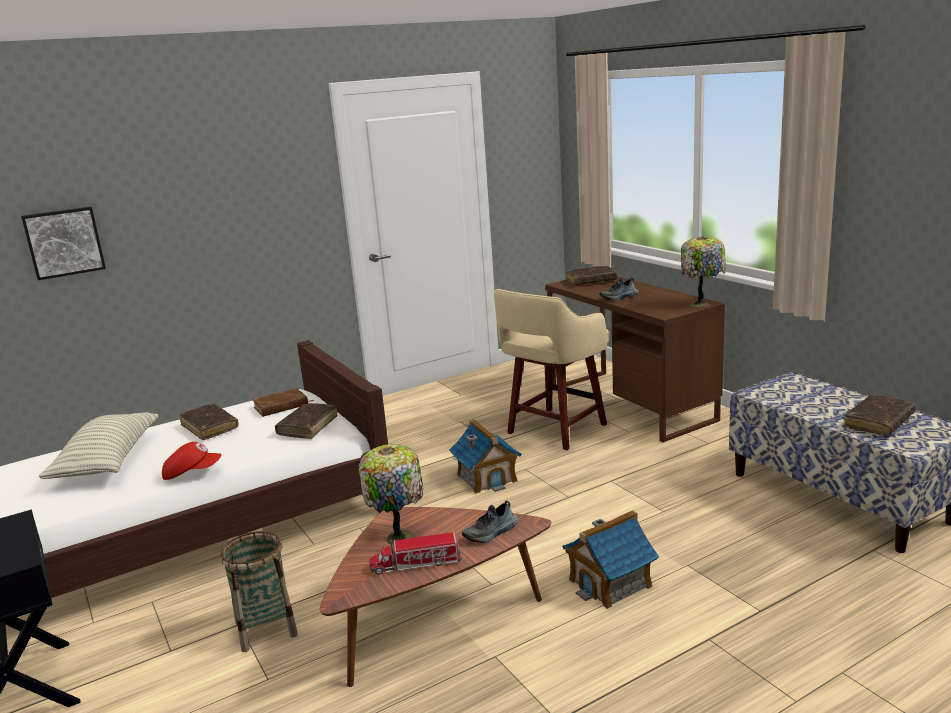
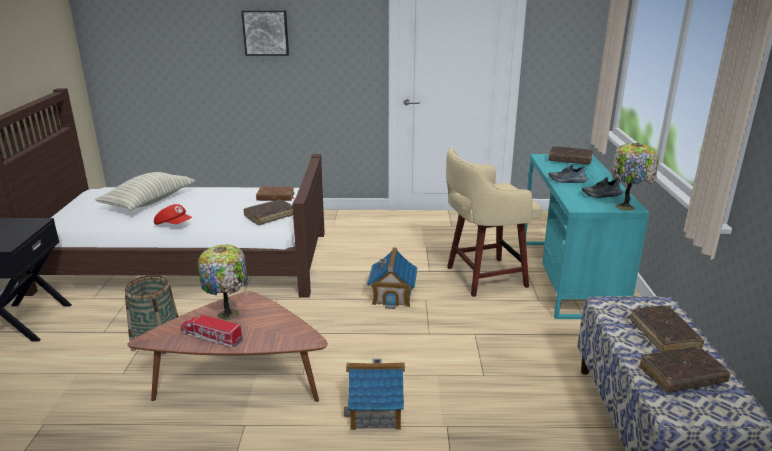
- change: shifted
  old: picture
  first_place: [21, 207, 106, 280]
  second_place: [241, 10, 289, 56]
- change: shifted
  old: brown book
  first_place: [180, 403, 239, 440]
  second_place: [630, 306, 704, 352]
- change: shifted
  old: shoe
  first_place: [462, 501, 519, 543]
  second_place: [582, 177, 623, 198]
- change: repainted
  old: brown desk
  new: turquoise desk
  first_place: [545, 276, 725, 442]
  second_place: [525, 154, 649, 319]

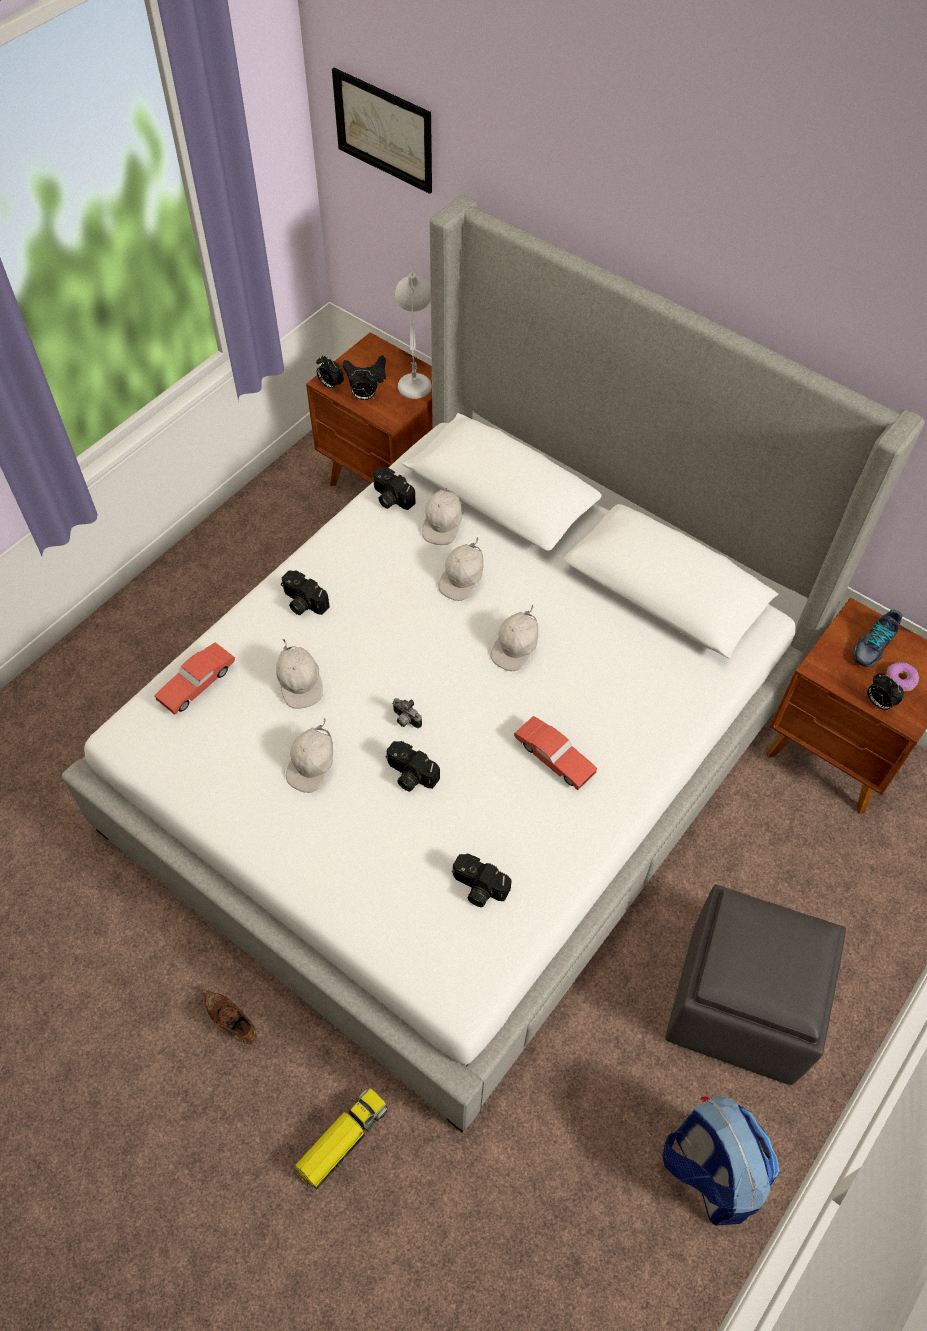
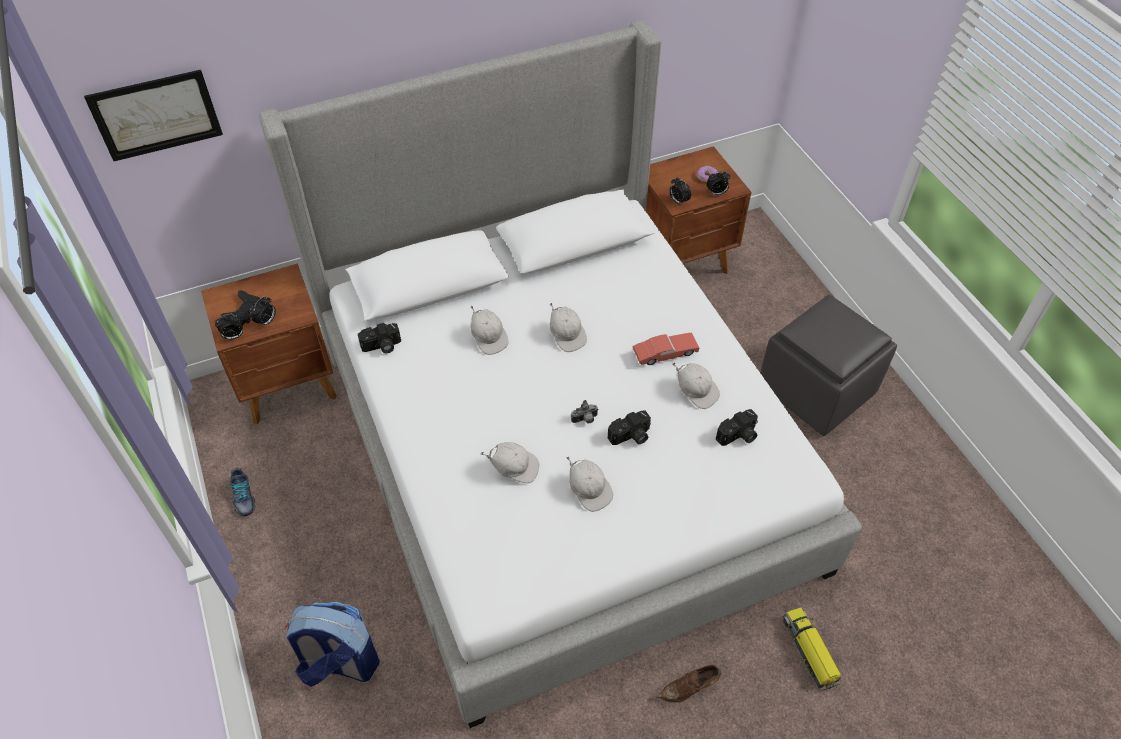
- change: gone
  old: red toy car
  first_place: [154, 642, 235, 715]
- change: gone
  old: photo camera
  first_place: [281, 570, 329, 615]
- change: gone
  old: white table lamp
  first_place: [395, 272, 432, 399]
- change: shifted
  old: white cap
  first_place: [422, 488, 463, 545]
  second_place: [673, 363, 720, 409]
- change: shifted
  old: backpack
  first_place: [662, 1096, 780, 1226]
  second_place: [284, 601, 380, 687]
- change: shifted
  old: shoe
  first_place: [853, 610, 902, 667]
  second_place: [230, 468, 256, 516]
- change: new
  new: alarm clock
  second_place: [669, 177, 691, 206]

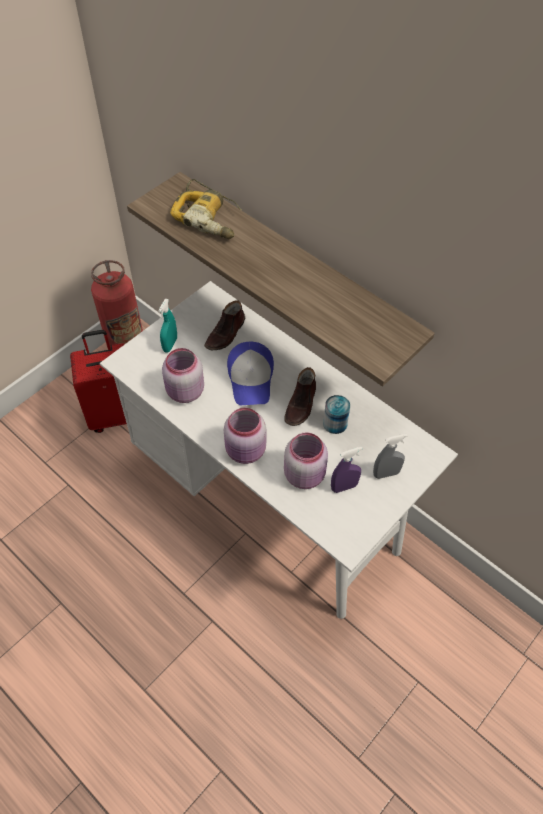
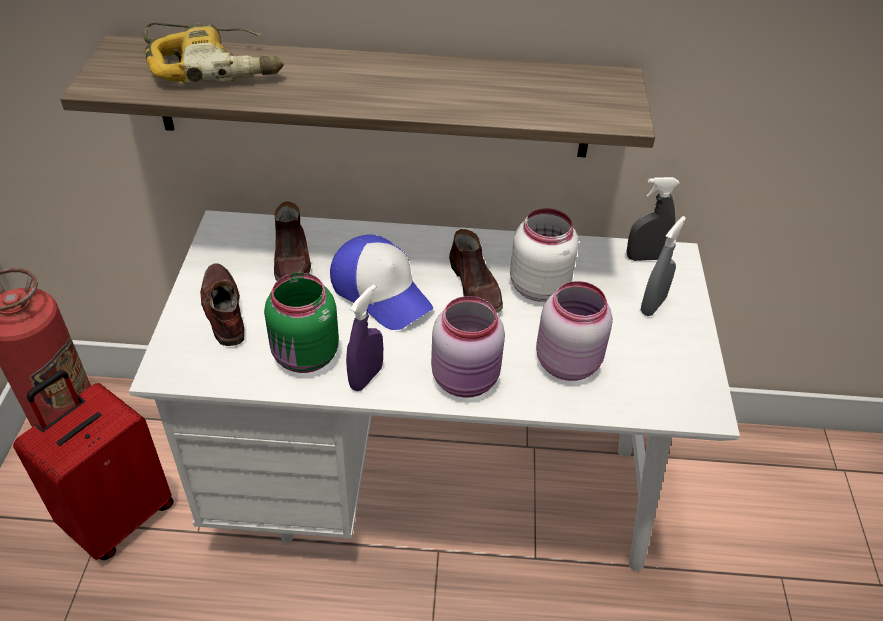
- change: swapped
  old: turquoise spray bottle
  new: brown shoe
  first_place: [158, 299, 177, 353]
  second_place: [200, 263, 244, 346]
- change: repainted
  old: pink jar
  new: green jar
  first_place: [162, 348, 204, 403]
  second_place: [264, 273, 339, 373]
- change: swapped
  old: can
  new: white jar
  first_place: [323, 395, 350, 434]
  second_place: [510, 208, 579, 302]
- change: shifted
  old: purple spray bottle
  first_place: [331, 447, 362, 493]
  second_place: [346, 284, 383, 391]
- change: new
  new: grey spray bottle
  second_place: [627, 177, 680, 261]

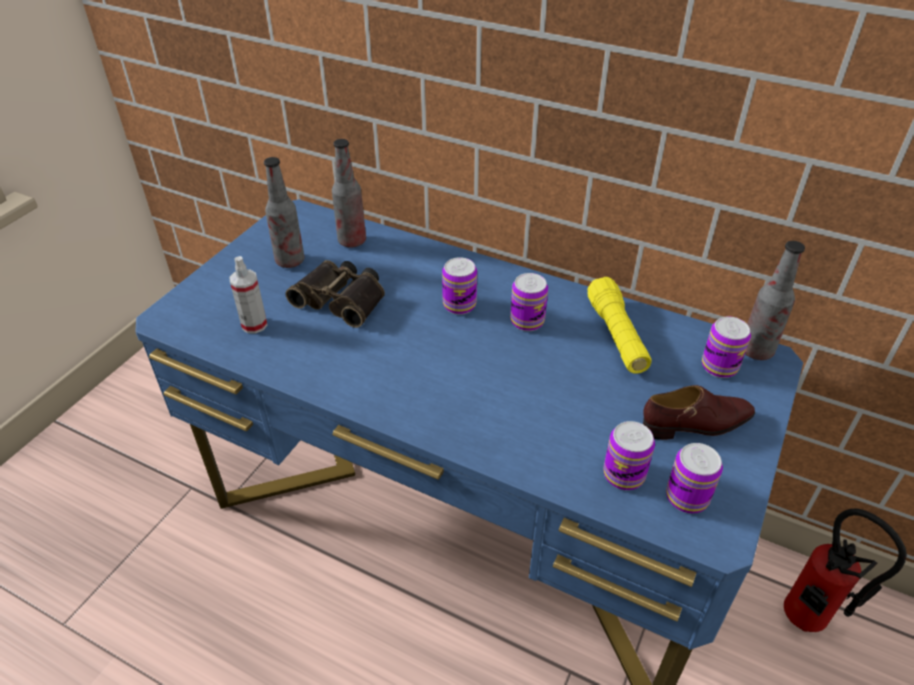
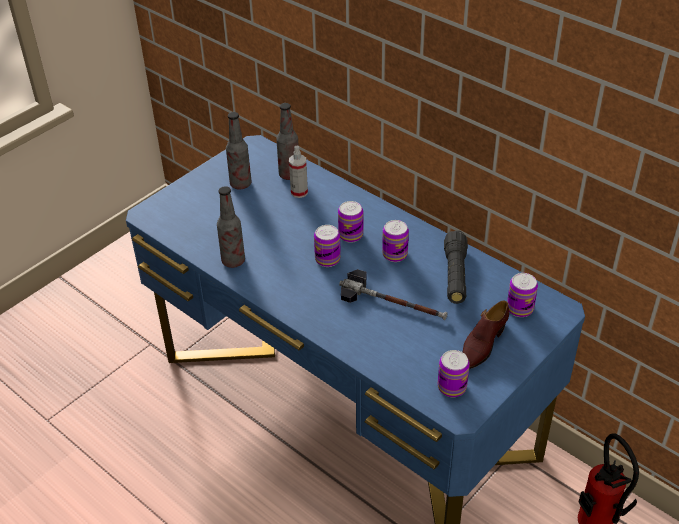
- change: shifted
  old: spray bottle
  first_place: [229, 256, 267, 333]
  second_place: [289, 146, 308, 198]
- change: gone
  old: binoculars
  first_place: [285, 260, 385, 328]
- change: repainted
  old: yellow flashlight
  new: black flashlight
  first_place: [587, 277, 651, 374]
  second_place: [444, 231, 468, 304]
- change: shifted
  old: can
  first_place: [603, 421, 655, 490]
  second_place: [314, 225, 341, 267]
- change: rotated
  old: brown shoe
  first_place: [643, 385, 755, 440]
  second_place: [463, 301, 509, 369]
  degrees: 120
- change: shifted
  old: bottle
  first_place: [745, 241, 805, 360]
  second_place: [217, 186, 245, 268]
- change: new
  new: hammer
  second_place: [339, 269, 448, 320]

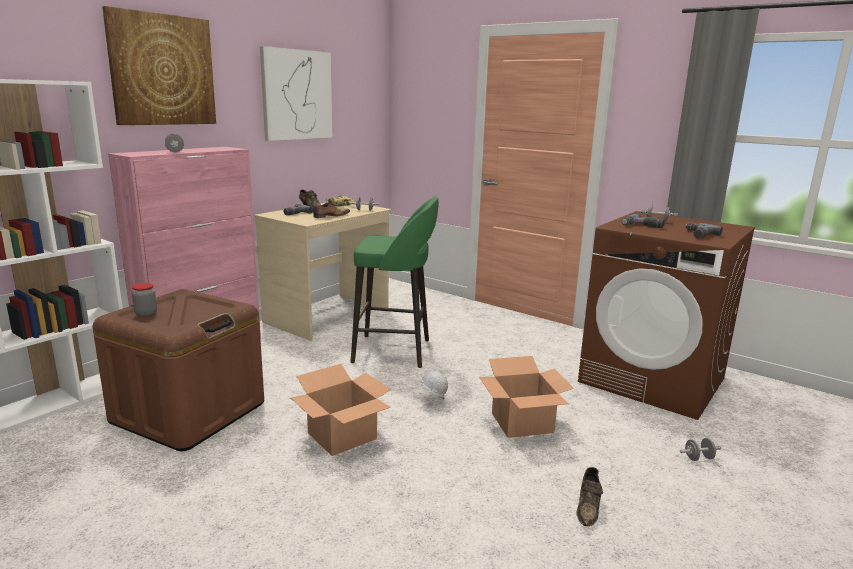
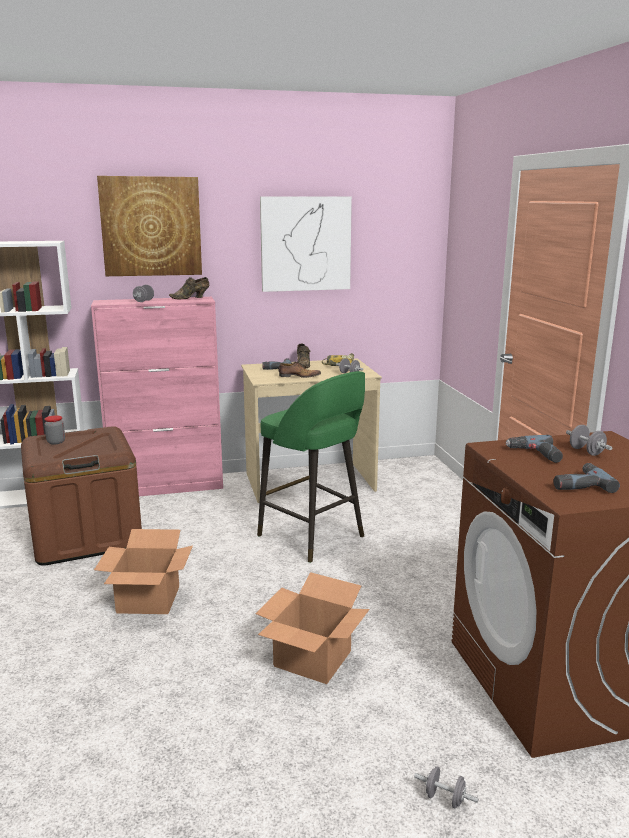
- change: gone
  old: white hard hat
  first_place: [419, 371, 448, 400]
- change: shifted
  old: brown shoe
  first_place: [577, 467, 603, 526]
  second_place: [169, 277, 210, 299]

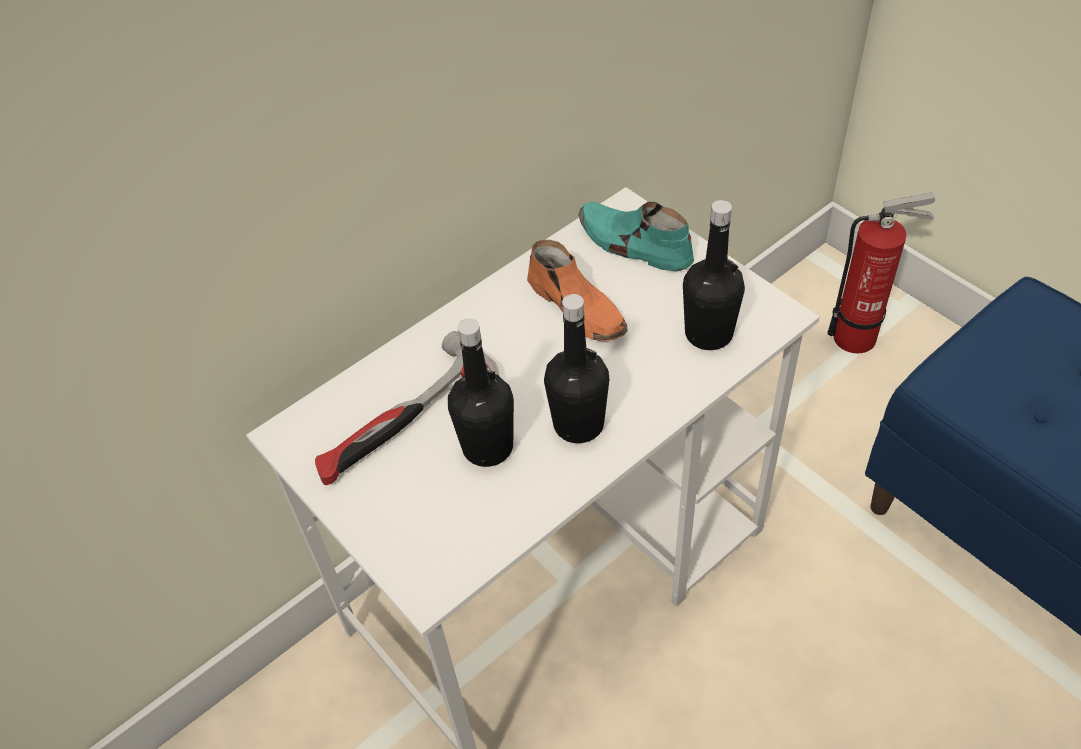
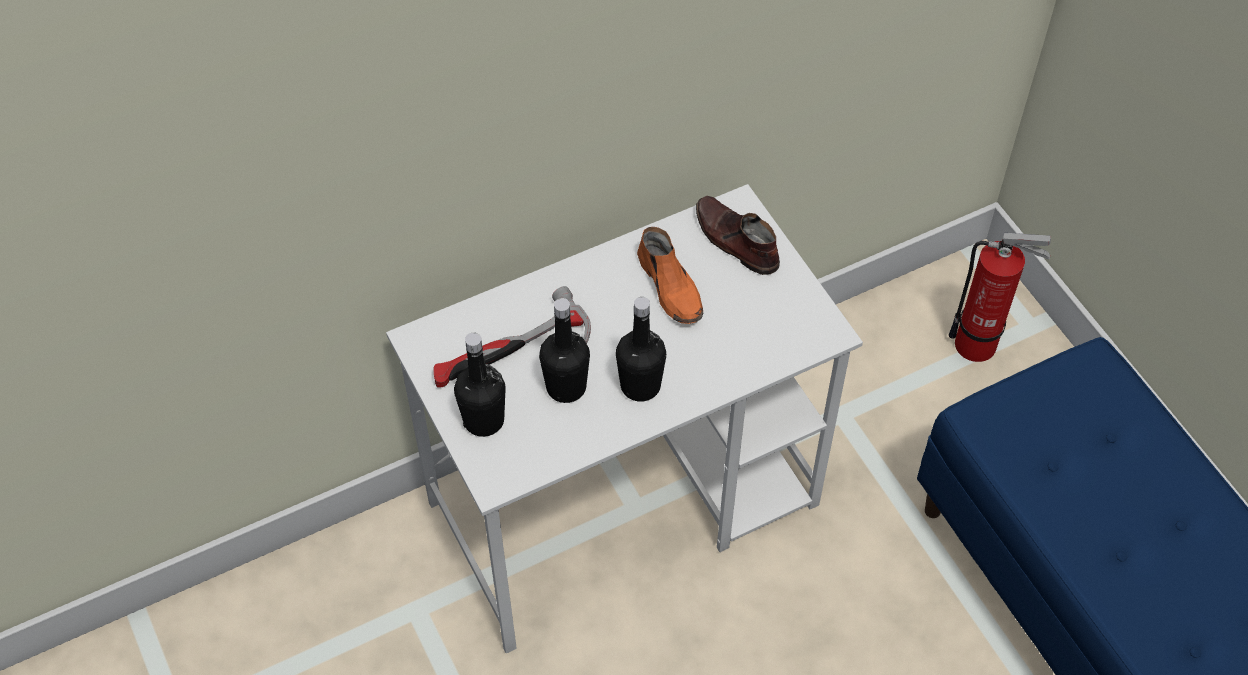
- change: repainted
  old: turquoise shoe
  new: brown shoe
  first_place: [578, 202, 694, 271]
  second_place: [696, 196, 780, 275]
- change: shifted
  old: black bottle
  first_place: [683, 200, 745, 350]
  second_place: [454, 332, 506, 437]

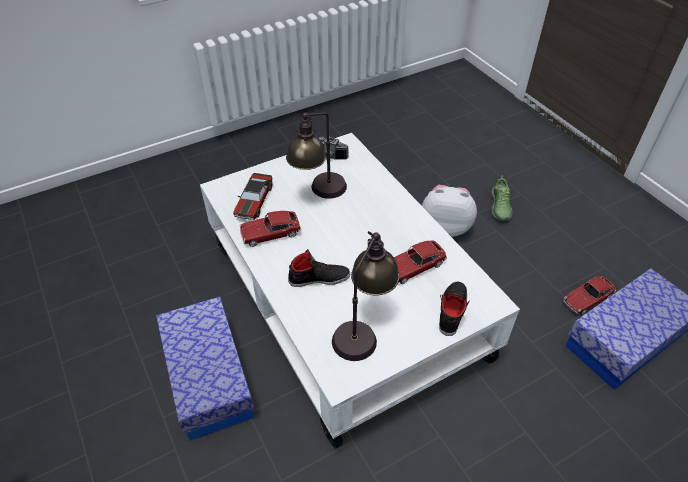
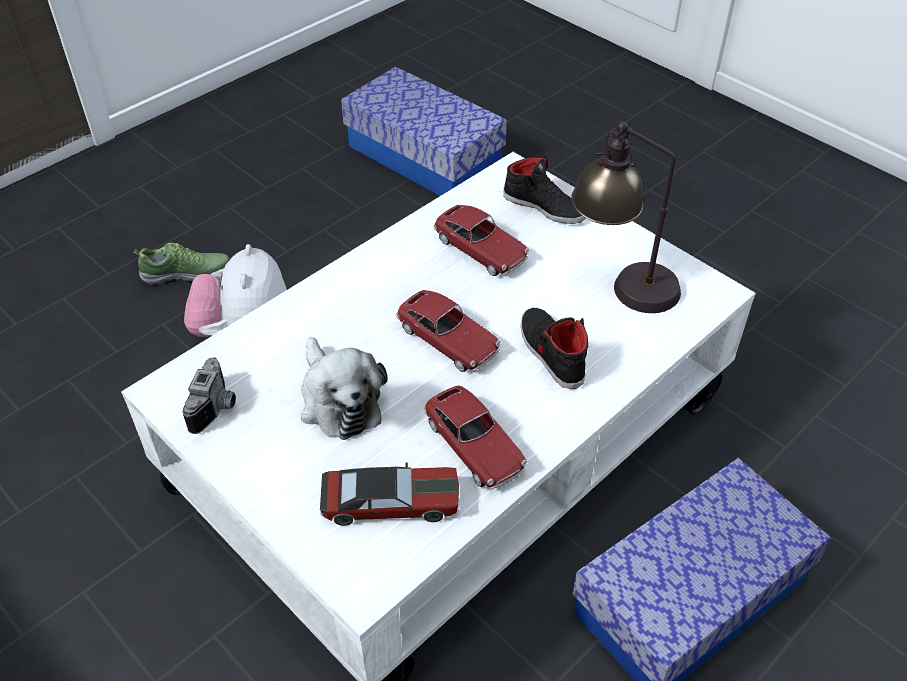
- change: swapped
  old: table lamp
  new: plush toy
  first_place: [286, 112, 347, 199]
  second_place: [301, 337, 387, 440]
- change: rotated
  old: black shoe
  first_place: [439, 282, 470, 336]
  second_place: [503, 156, 586, 224]
  degrees: -150
- change: shifted
  old: toy car
  first_place: [564, 276, 616, 315]
  second_place: [396, 290, 501, 372]

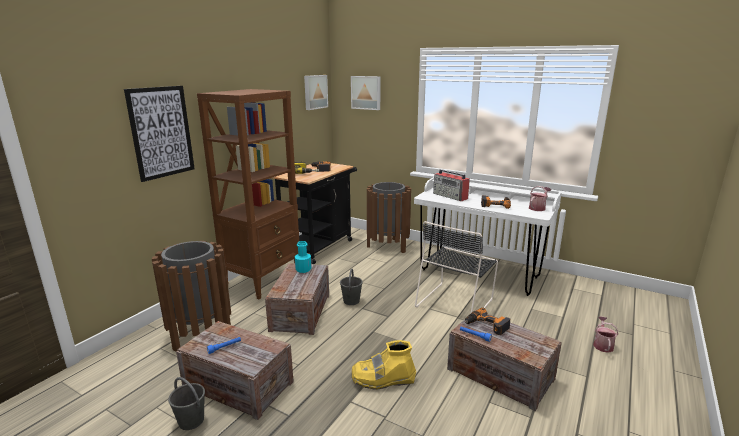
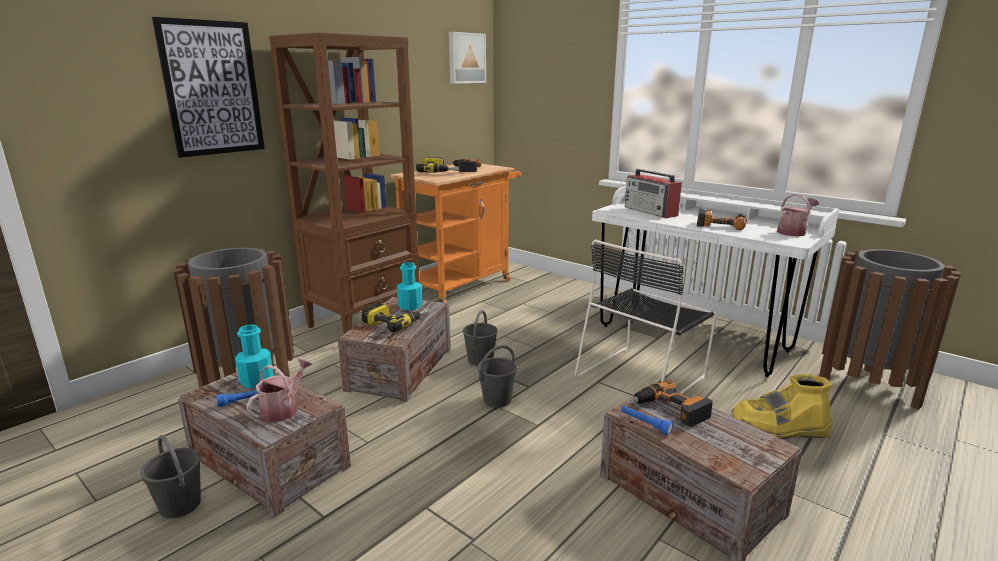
- change: repainted
  old: black cart
  new: orange cart
  first_place: [272, 163, 357, 264]
  second_place: [390, 164, 522, 303]
- change: gone
  old: picture
  first_place: [351, 76, 381, 110]
- change: shifted
  old: yellow boot
  first_place: [352, 340, 416, 390]
  second_place: [732, 374, 833, 439]
- change: shifted
  old: brown trash can
  first_place: [367, 182, 411, 253]
  second_place: [819, 249, 961, 410]
- change: shifted
  old: watering can
  first_place: [593, 317, 618, 353]
  second_place: [246, 359, 313, 422]
- change: new
  new: turquoise bottle
  second_place: [235, 324, 274, 388]
- change: new
  new: power drill
  second_place: [361, 303, 430, 332]
- change: new
  new: grey bucket
  second_place: [478, 345, 517, 408]

